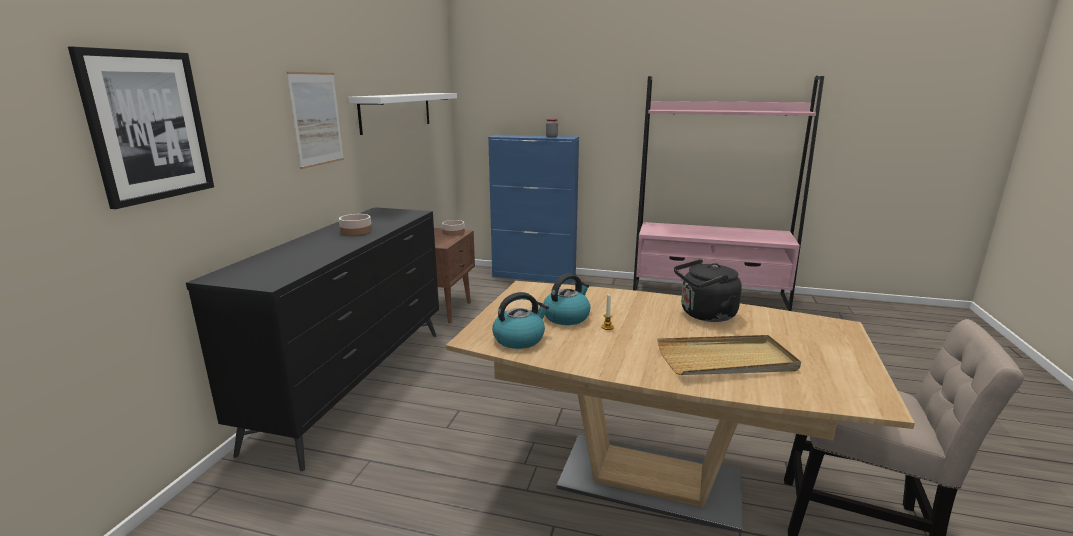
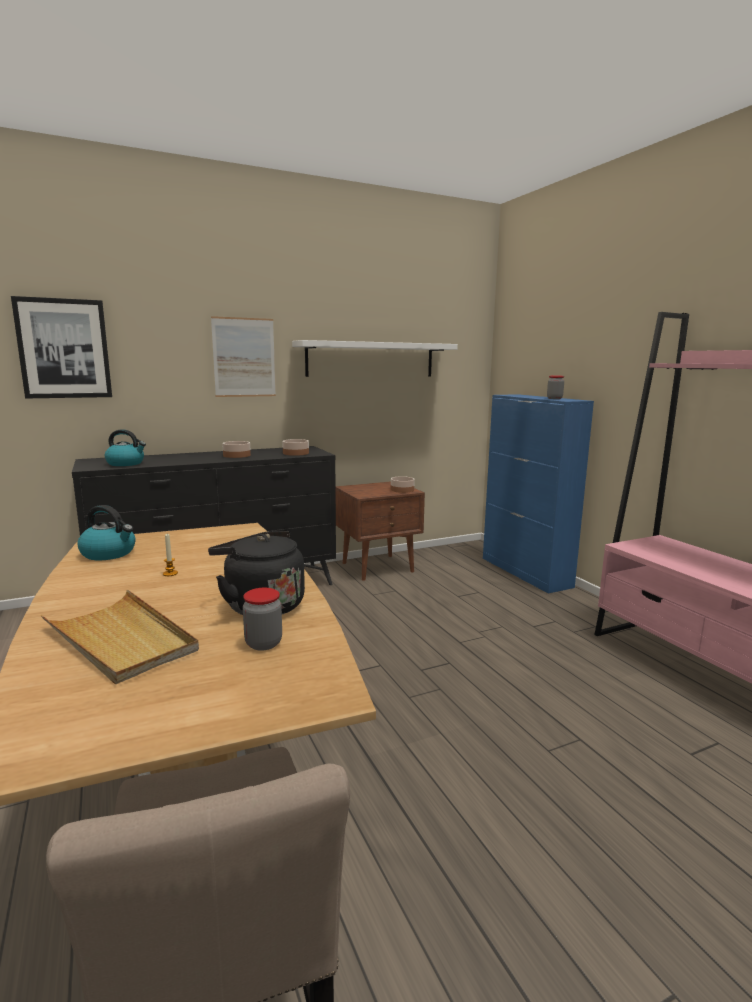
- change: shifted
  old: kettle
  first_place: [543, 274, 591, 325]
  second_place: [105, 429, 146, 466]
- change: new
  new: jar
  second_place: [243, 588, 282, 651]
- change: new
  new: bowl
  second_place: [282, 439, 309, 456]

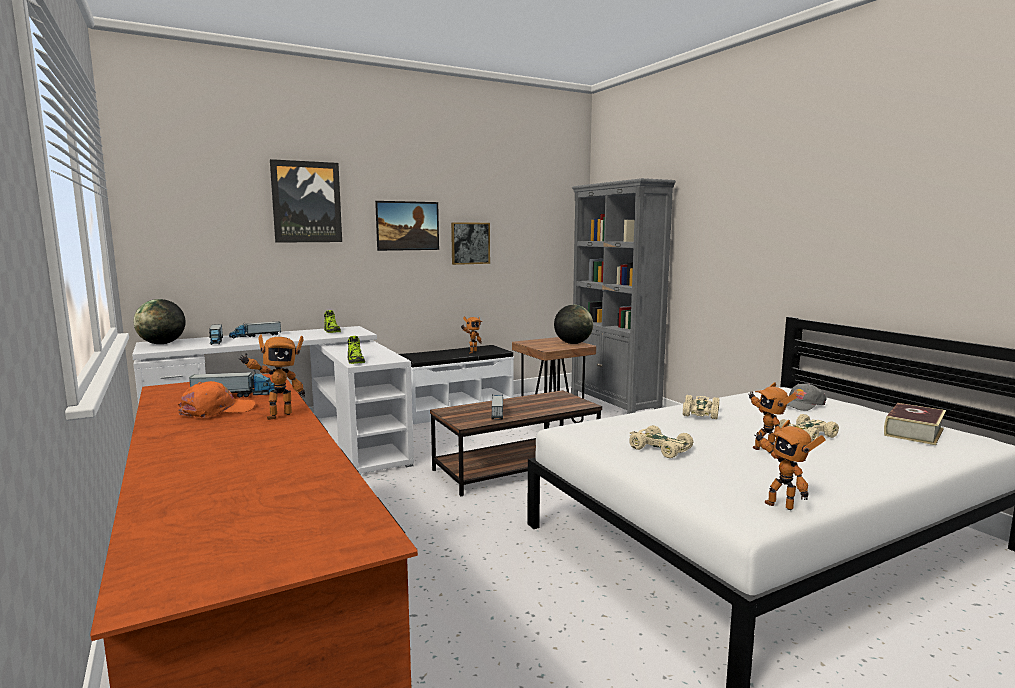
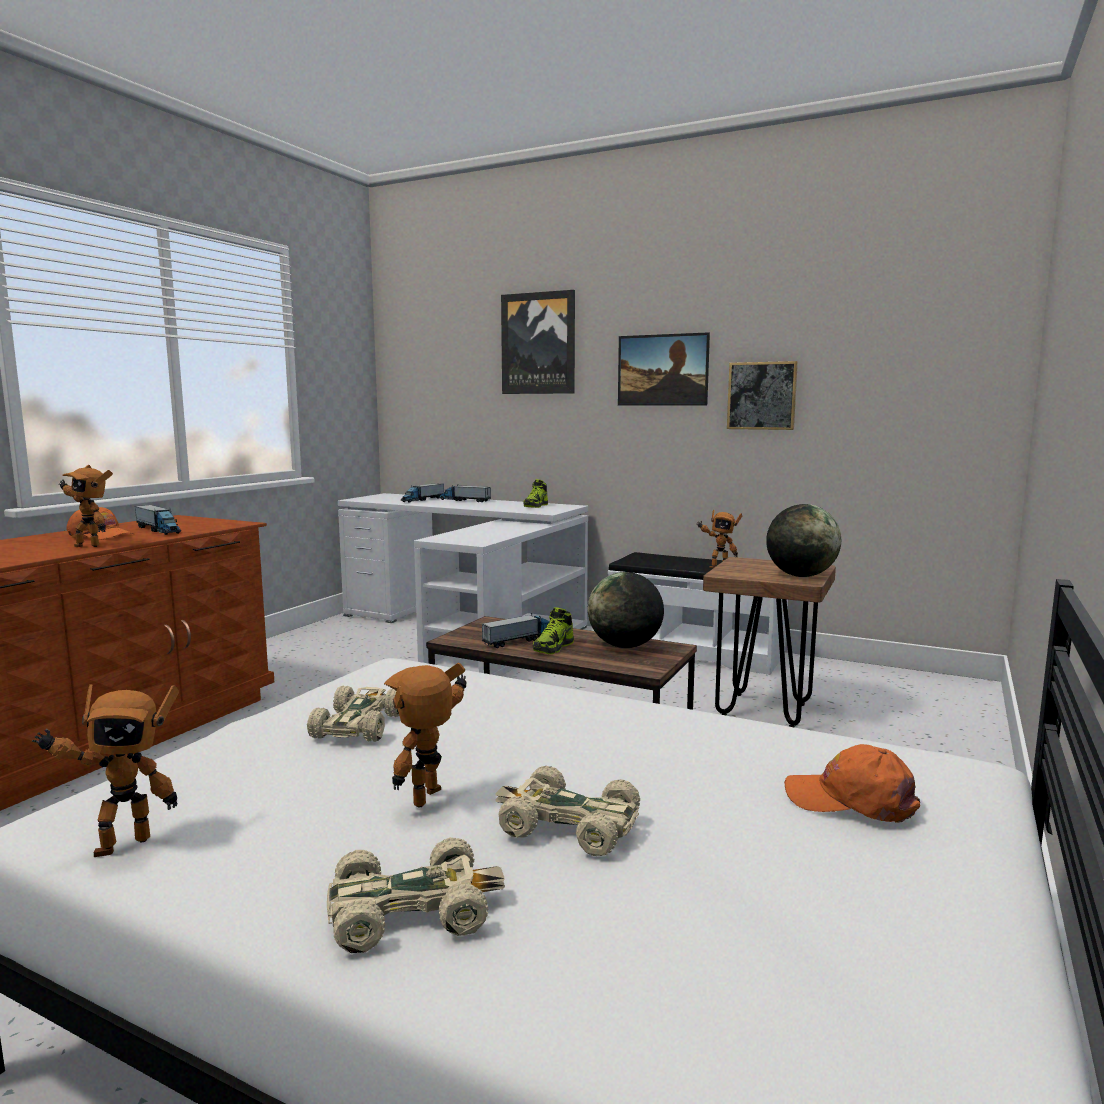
- change: shifted
  old: globe
  first_place: [134, 299, 185, 344]
  second_place: [588, 572, 664, 648]
- change: shifted
  old: shoe
  first_place: [348, 336, 365, 364]
  second_place: [533, 607, 574, 654]
- change: gone
  old: grey bookcase
  first_place: [571, 178, 676, 414]
- change: shifted
  old: beige toy car
  first_place: [683, 395, 719, 419]
  second_place: [327, 837, 505, 953]
- change: rotated
  old: toy robot
  first_place: [755, 420, 826, 510]
  second_place: [32, 684, 179, 857]
  degrees: -135
- change: repainted
  old: grey cap
  new: orange cap
  first_place: [787, 383, 827, 411]
  second_place: [784, 744, 920, 823]
- change: gone
  old: book
  first_place: [884, 403, 946, 445]

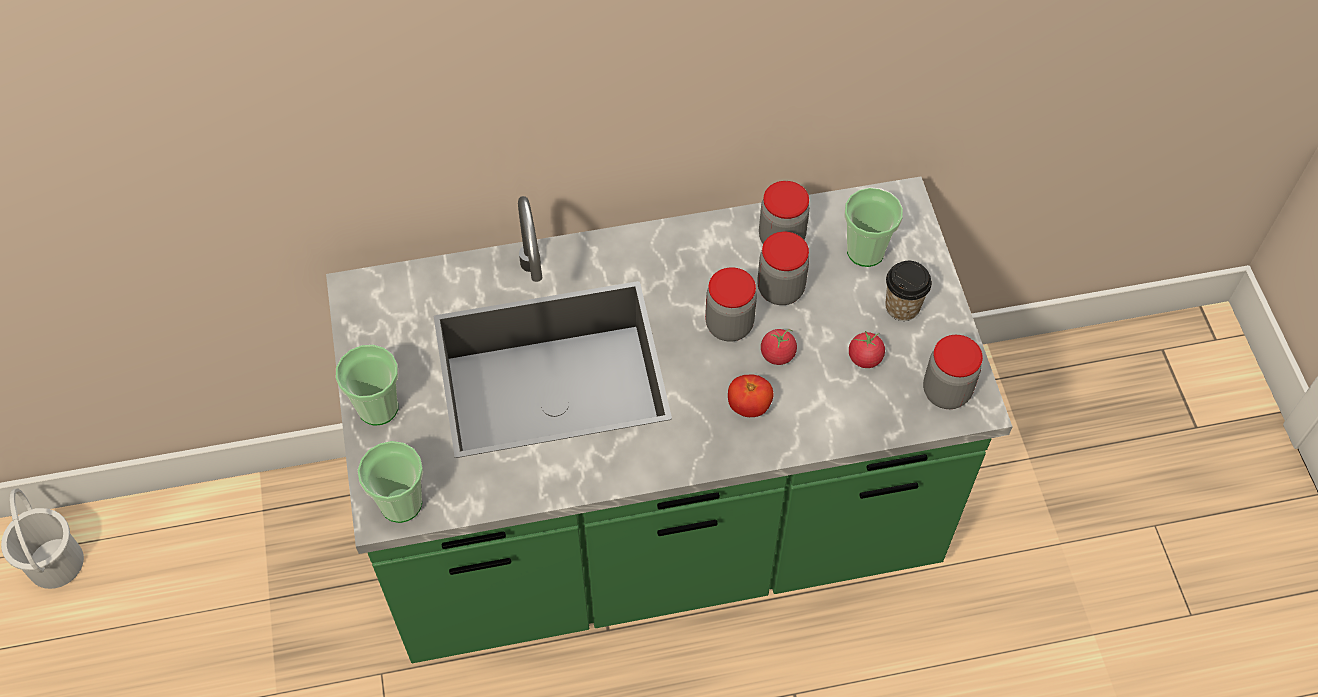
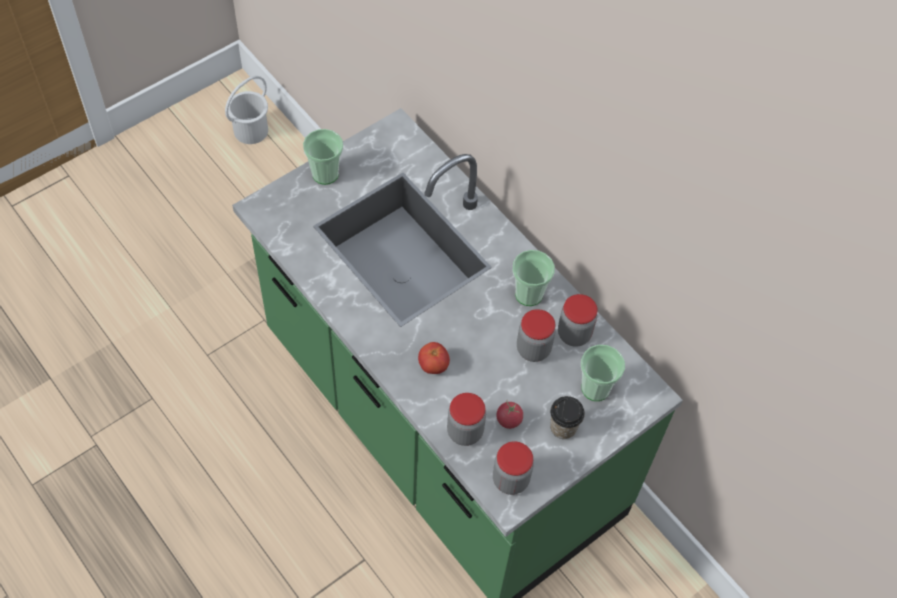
- change: shifted
  old: cup
  first_place: [357, 441, 423, 523]
  second_place: [512, 250, 555, 306]
- change: shifted
  old: jar
  first_place: [705, 267, 757, 342]
  second_place: [447, 393, 486, 446]
- change: gone
  old: tomato
  first_place: [761, 329, 797, 365]

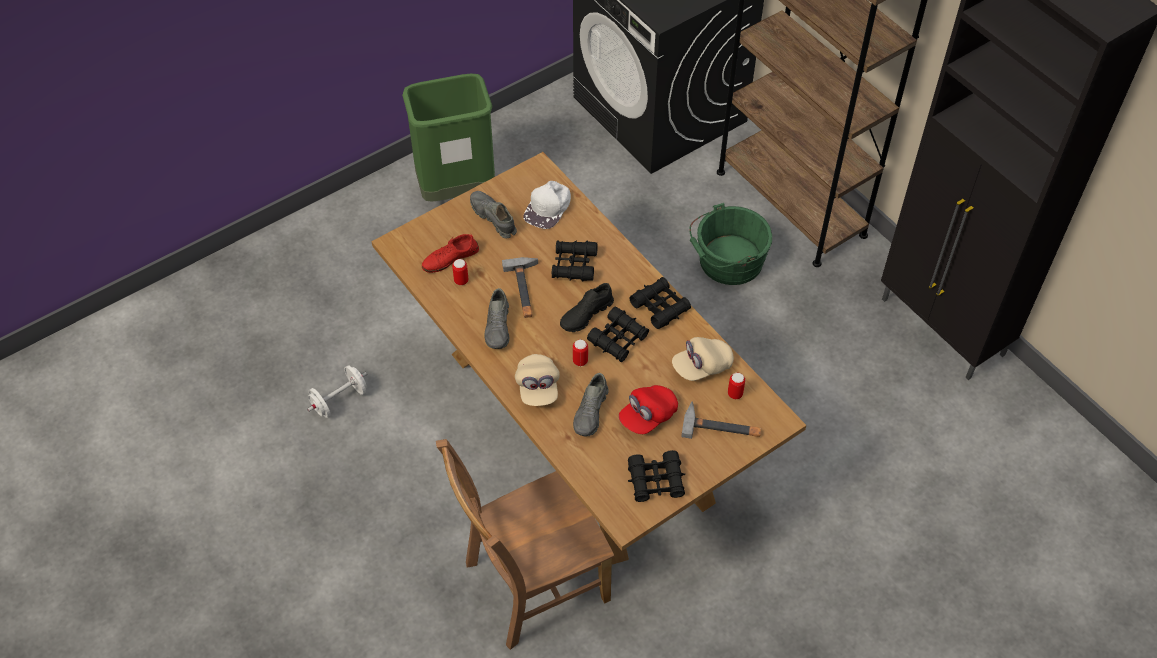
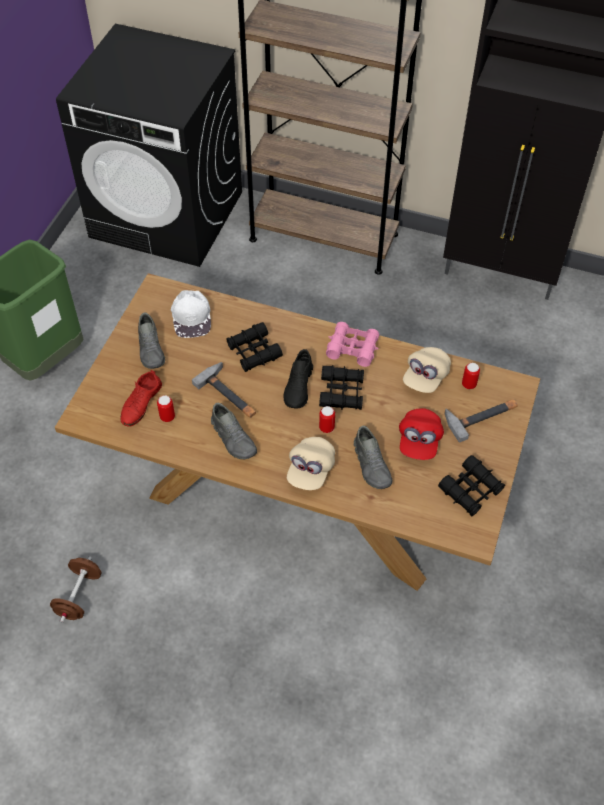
- change: repainted
  old: white dumbbell
  new: brown dumbbell
  first_place: [307, 365, 367, 418]
  second_place: [50, 556, 101, 623]
- change: gone
  old: brown chair
  first_place: [436, 439, 614, 650]
- change: rotated
  old: grey shoe
  first_place: [470, 191, 517, 238]
  second_place: [138, 312, 165, 369]
  degrees: -120
- change: rotated
  old: beige cap
  first_place: [515, 354, 560, 406]
  second_place: [287, 437, 335, 490]
  degrees: 60
- change: repainted
  old: black binoculars
  new: pink binoculars
  first_place: [630, 277, 691, 329]
  second_place: [326, 322, 379, 367]
- change: gone
  old: green bucket
  first_place: [689, 203, 772, 285]

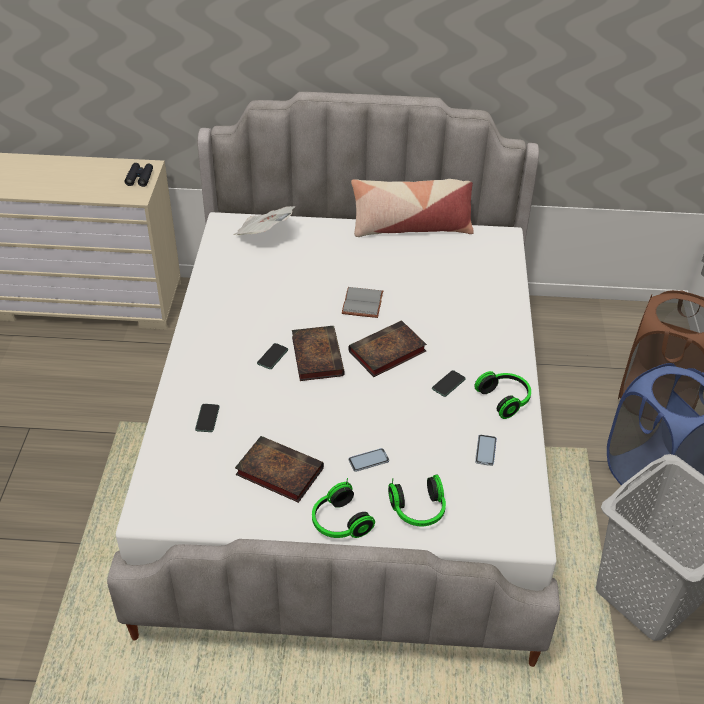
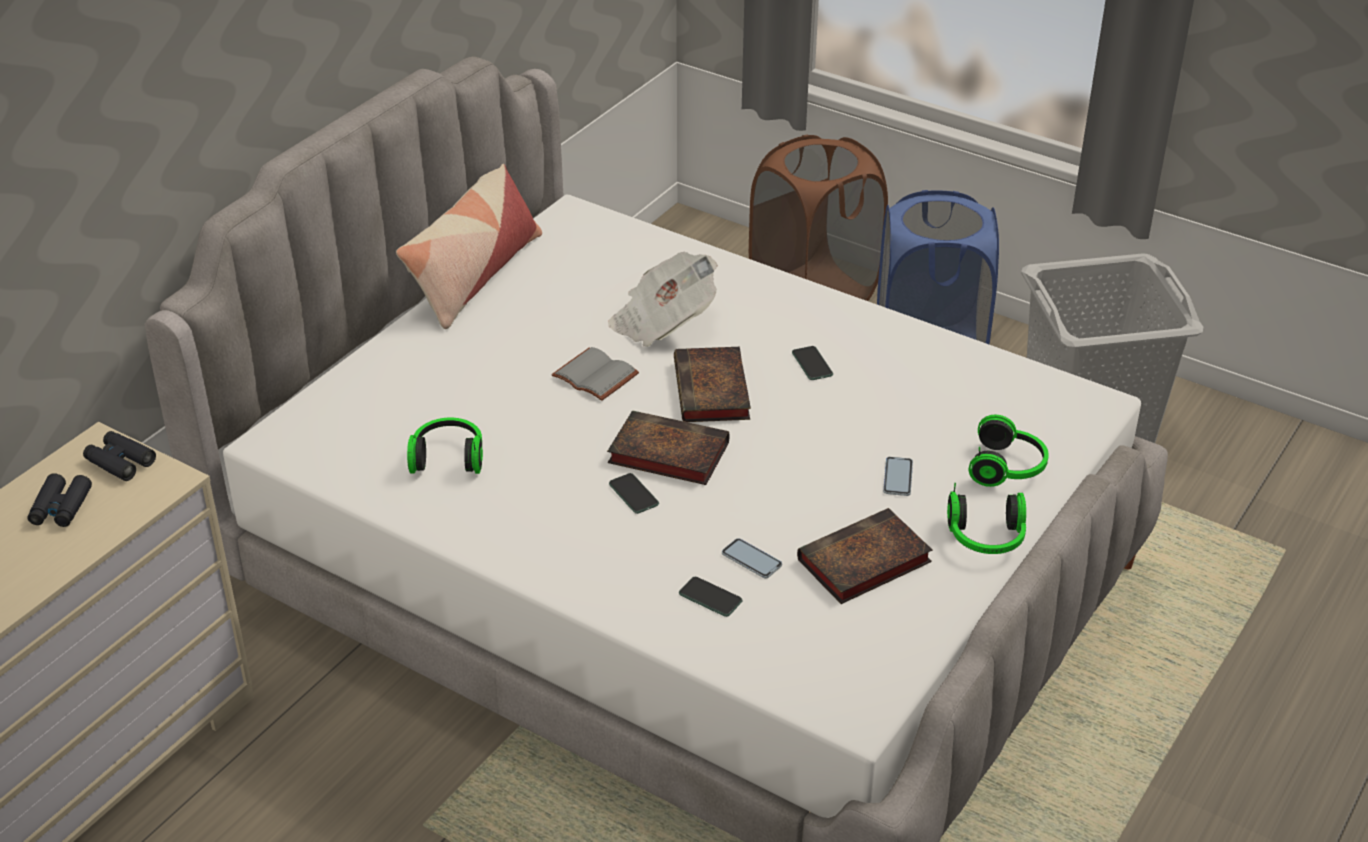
- change: shifted
  old: newspaper
  first_place: [234, 206, 296, 235]
  second_place: [608, 252, 718, 347]
- change: shifted
  old: headphones
  first_place: [474, 371, 531, 419]
  second_place: [407, 418, 483, 474]
- change: shifted
  old: phone
  first_place: [475, 435, 497, 466]
  second_place: [722, 538, 782, 579]
- change: new
  new: black binoculars
  second_place: [27, 473, 92, 527]

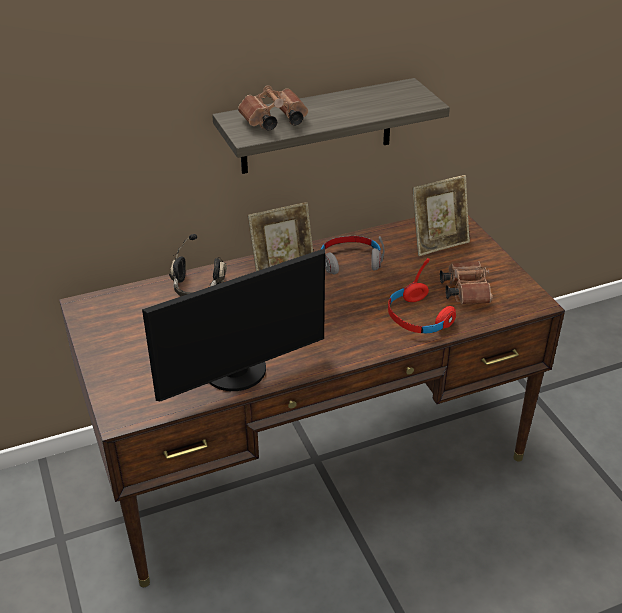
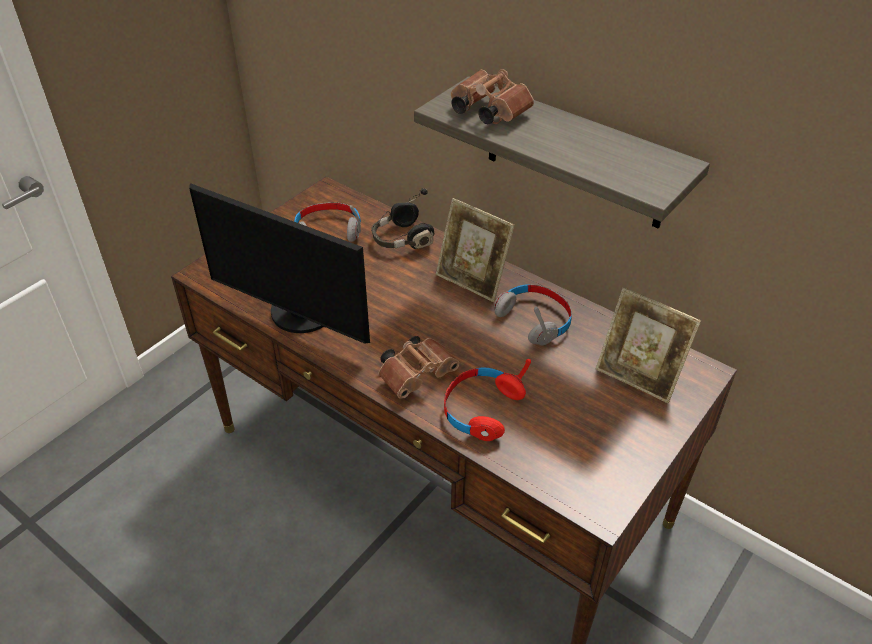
- change: shifted
  old: brown binoculars
  first_place: [440, 261, 493, 304]
  second_place: [378, 336, 459, 399]
- change: new
  new: grey headphones
  second_place: [294, 202, 361, 242]

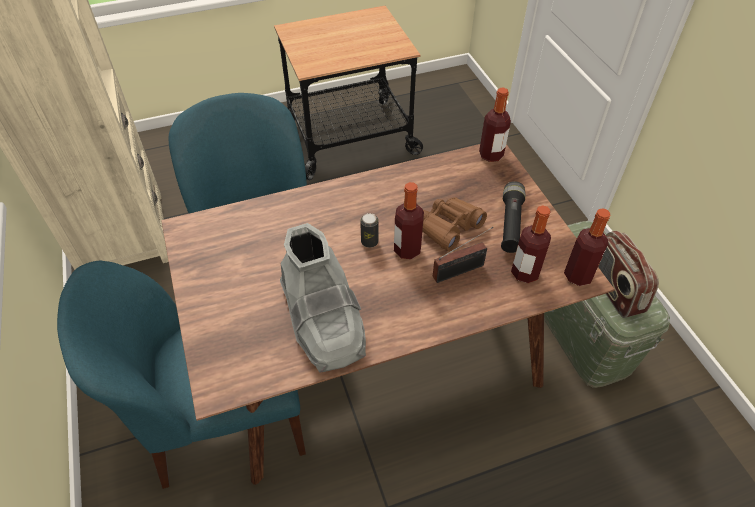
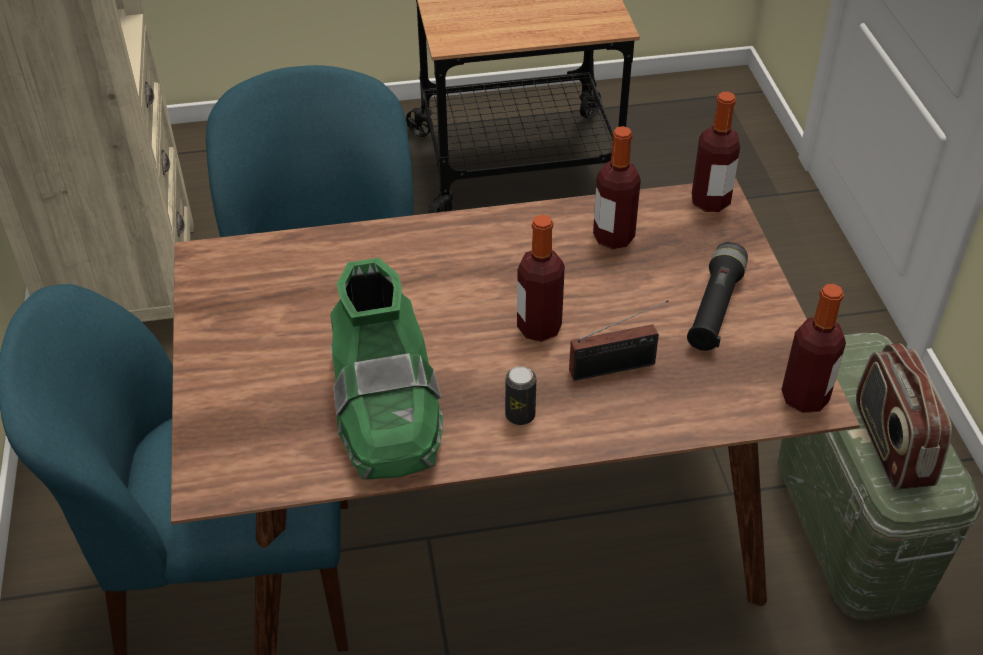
- change: repainted
  old: grey boot
  new: green boot
  first_place: [280, 223, 366, 373]
  second_place: [330, 258, 443, 480]
- change: shifted
  old: can
  first_place: [360, 213, 379, 248]
  second_place: [505, 366, 536, 425]
- change: gone
  old: brown binoculars
  first_place: [422, 197, 487, 251]
- change: shifted
  old: bottle
  first_place: [511, 205, 551, 283]
  second_place: [593, 126, 641, 249]

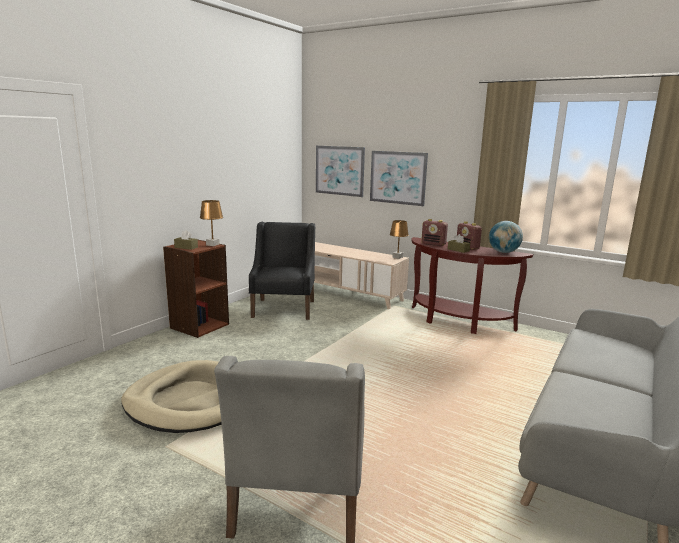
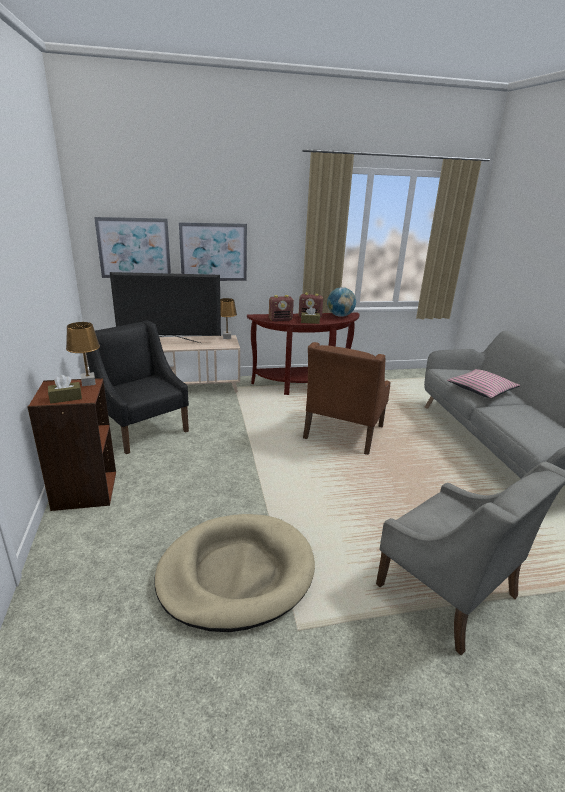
- change: new
  new: television
  second_place: [110, 272, 221, 343]
- change: new
  new: brown armchair
  second_place: [303, 342, 391, 455]
- change: new
  new: pink pillow
  second_place: [447, 369, 521, 398]

